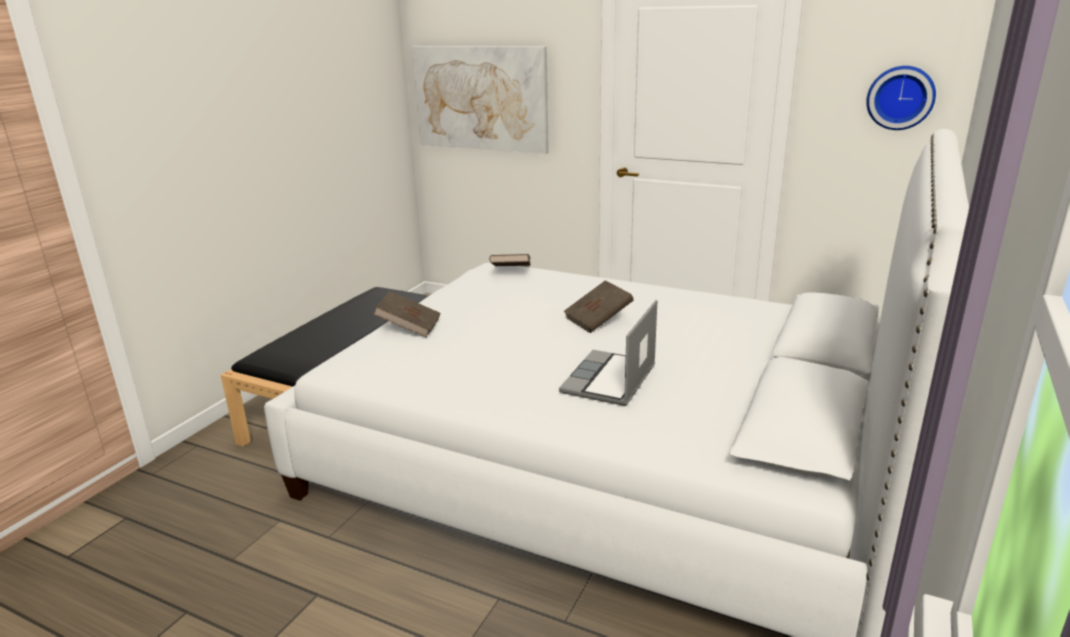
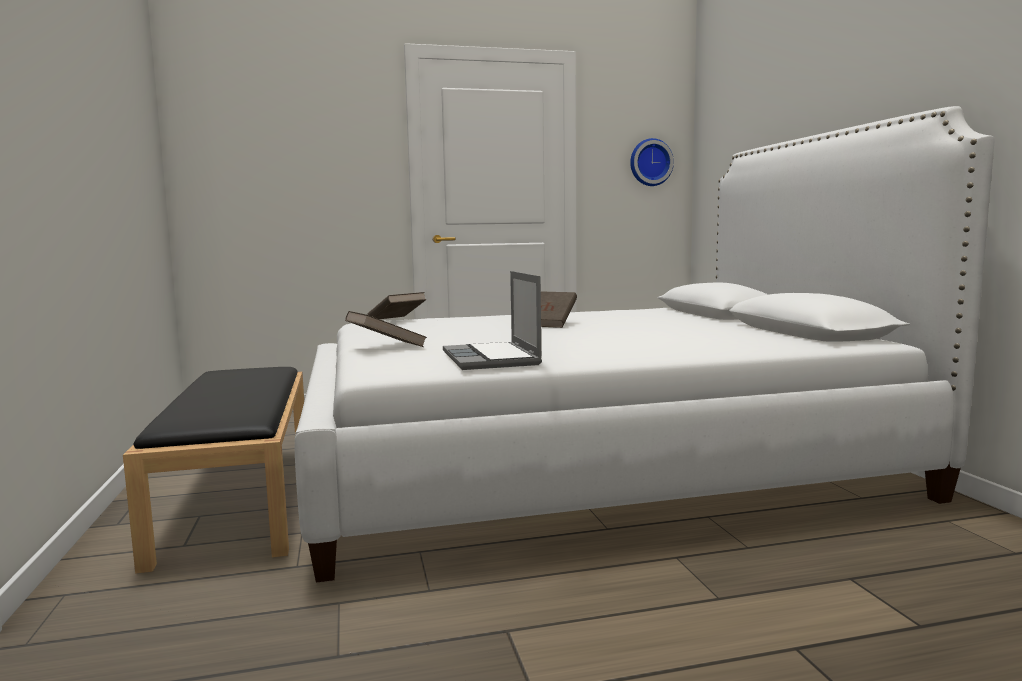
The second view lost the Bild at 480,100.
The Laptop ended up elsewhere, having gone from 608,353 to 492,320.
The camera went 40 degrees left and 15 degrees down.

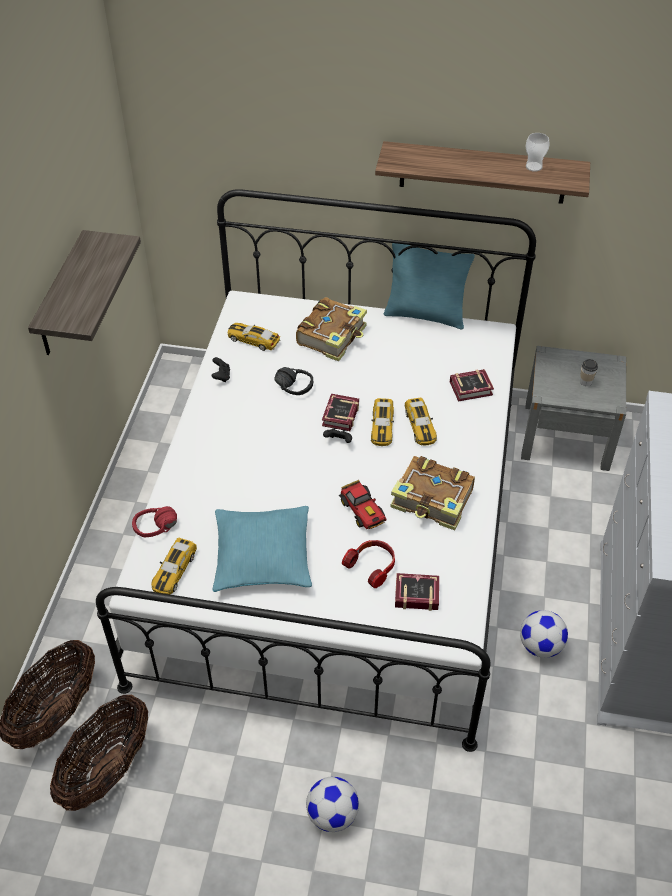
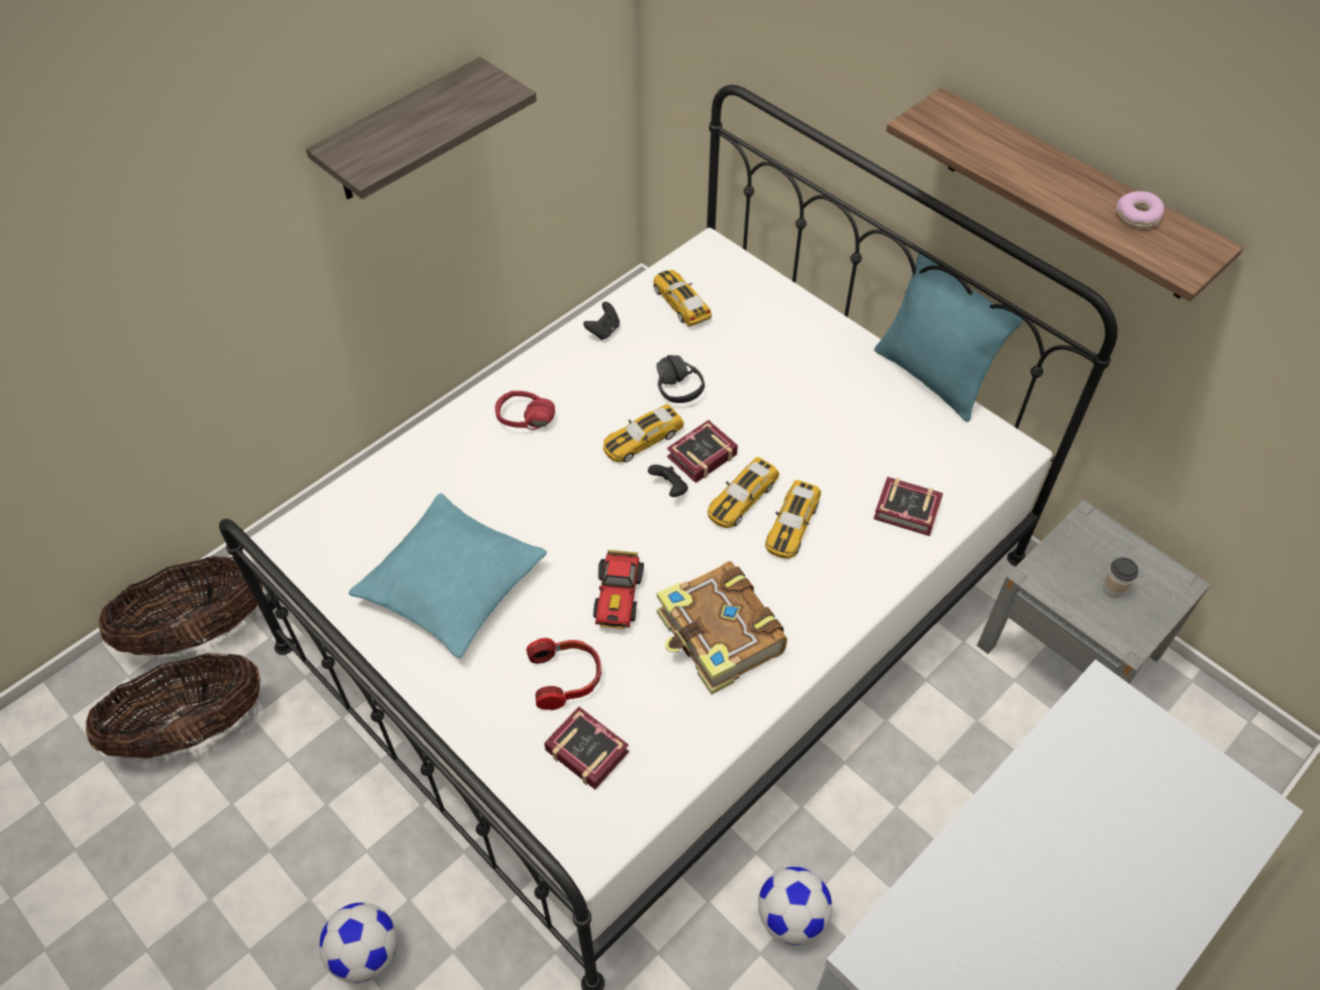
The Kopfhörer (rot) ended up elsewhere, having gone from 154,521 to 525,410.
The Spielzeugauto ended up elsewhere, having gone from 174,566 to 643,433.
The second view lost the Buch at 331,329.
Where the Tasse stood at 538,152, the Donut came to stand at 1140,209.
The camera went 35 degrees right and 5 degrees up.

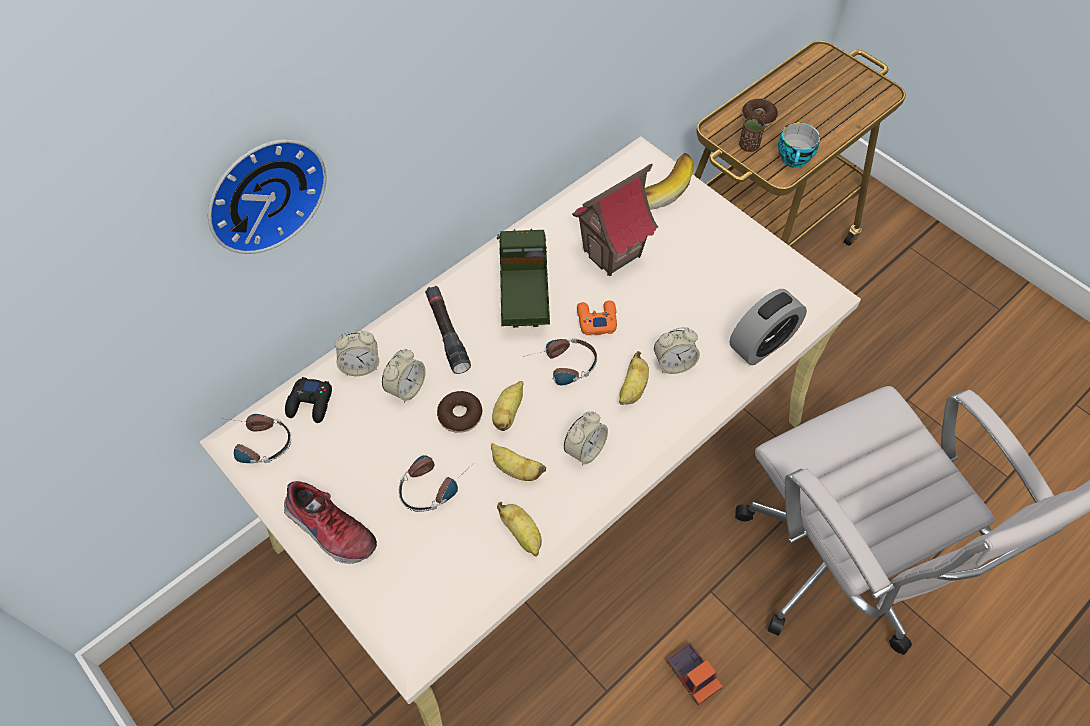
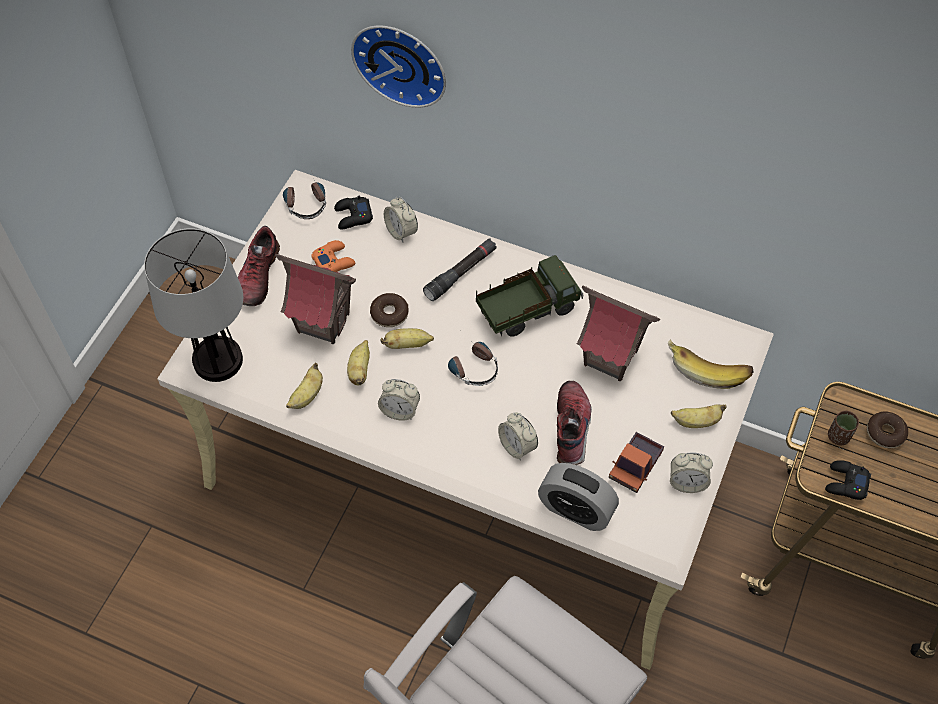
The Wecker ended up elsewhere, having gone from 404,376 to 691,473.
Where the Kopfhörer stood at 428,483, the Spielzeughaus came to stand at 315,299.
The Gamepad (orange) ended up elsewhere, having gone from 597,317 to 333,256.
The Banane ended up elsewhere, having gone from 634,378 to 698,416.
The Spielzeuglaster ended up elsewhere, having gone from 694,673 to 636,462.
Where the Tasse stood at 799,145, the Gamepad (schwarz) came to stand at 848,480.
The second view gained the Tischlampe at 193,305.
The second view gained the Schuh at 574,423.
The camera went 65 degrees right and 0 degrees up.

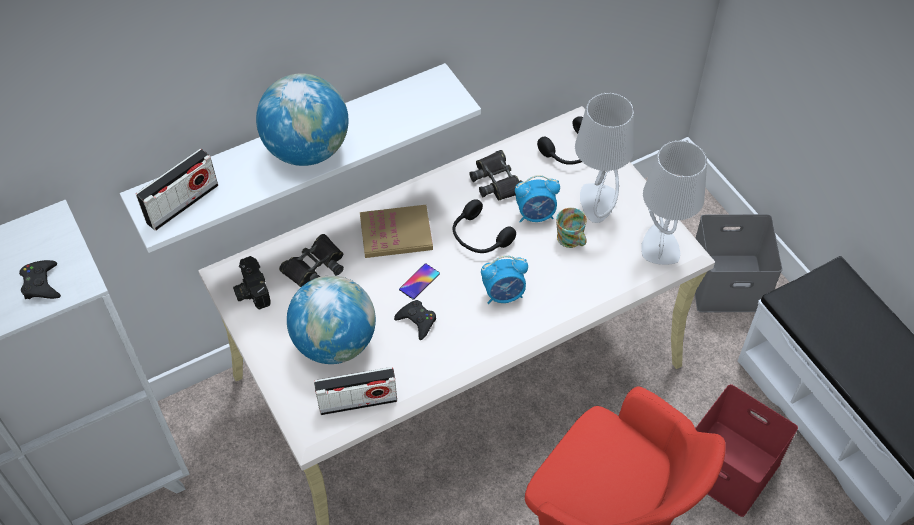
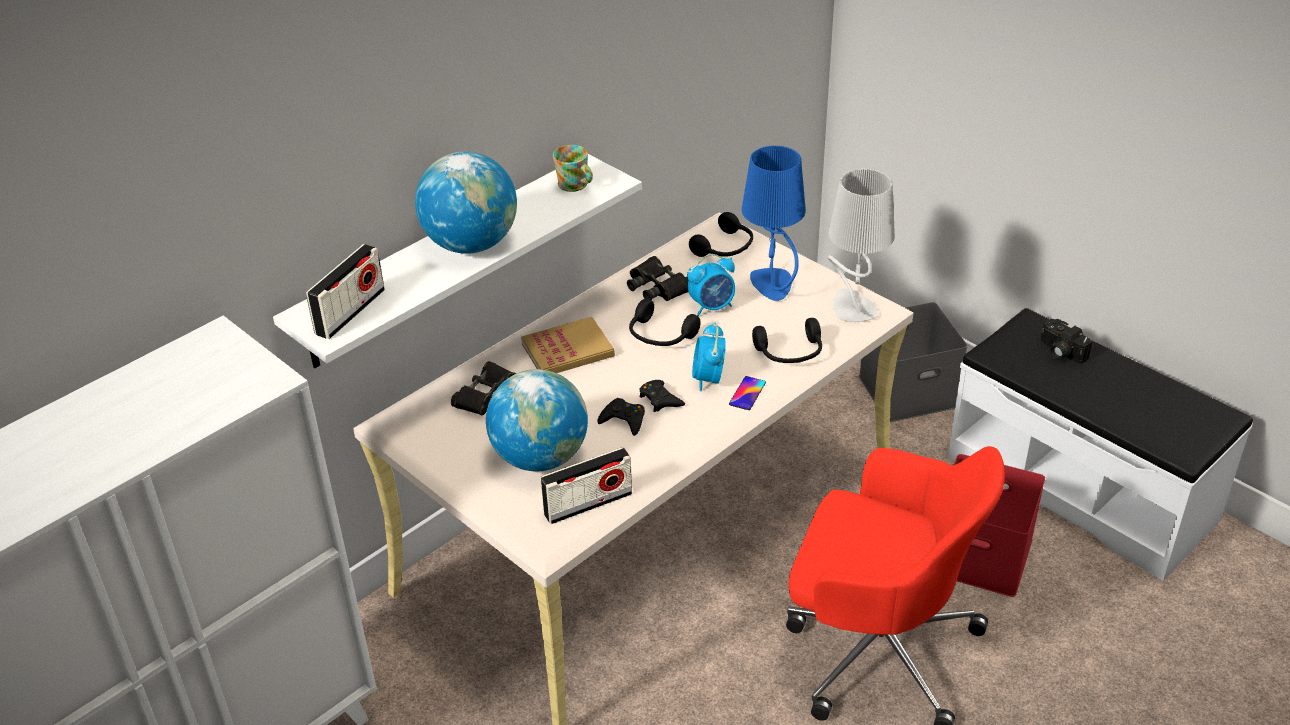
The Gamepad (schwarz) ended up elsewhere, having gone from 40,279 to 662,396.
The Kamera ended up elsewhere, having gone from 252,283 to 1066,341.
The Handy ended up elsewhere, having gone from 419,281 to 747,393.
The Wecker at 504,279 ended up facing another way, 120 degrees clockwise from before.
The Henkelbecher ended up elsewhere, having gone from 571,228 to 573,168.
What was the Tischlampe (grau) at 604,158 turned into the Tischlampe (blau) at 774,223.
The second view gained the Kopfhörer (schwarz) at 787,340.
The camera went 15 degrees left and 15 degrees down.

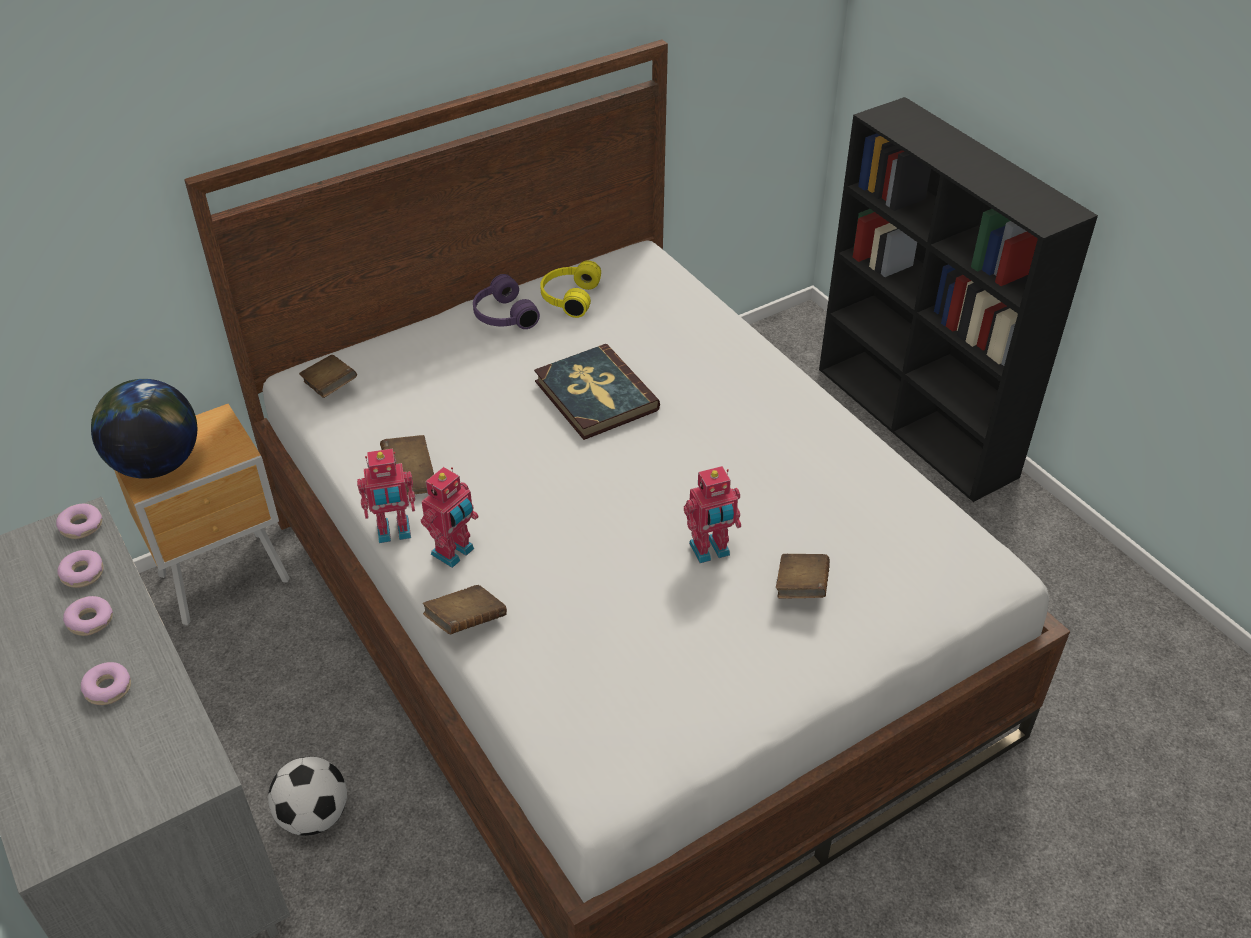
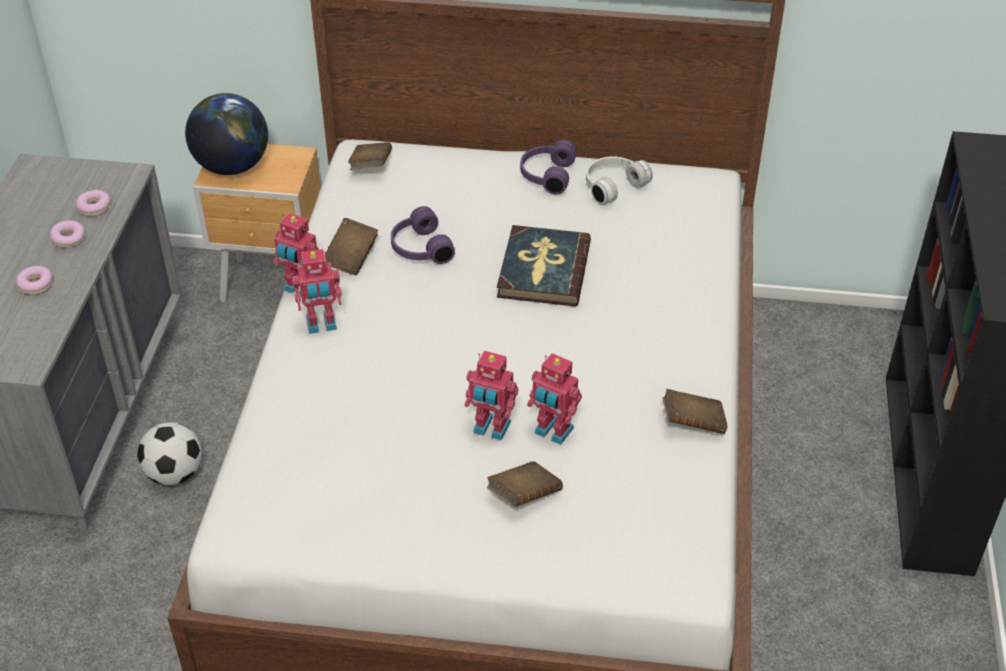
The second view lost the Donut at 79,521.
The Buch (braun) ended up elsewhere, having gone from 465,610 to 695,411.
What was the Kopfhörer (gelb) at 570,289 turned into the Kopfhörer (weiß) at 619,180.
The second view gained the Kopfhörer (lila) at 423,235.
The second view gained the Spielzeugroboter at 554,399.
The camera went 40 degrees right and 0 degrees up.

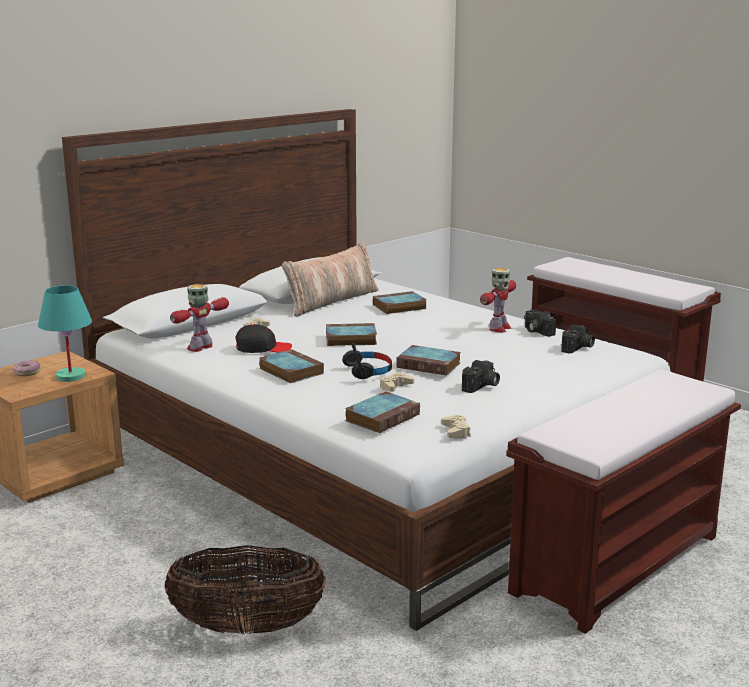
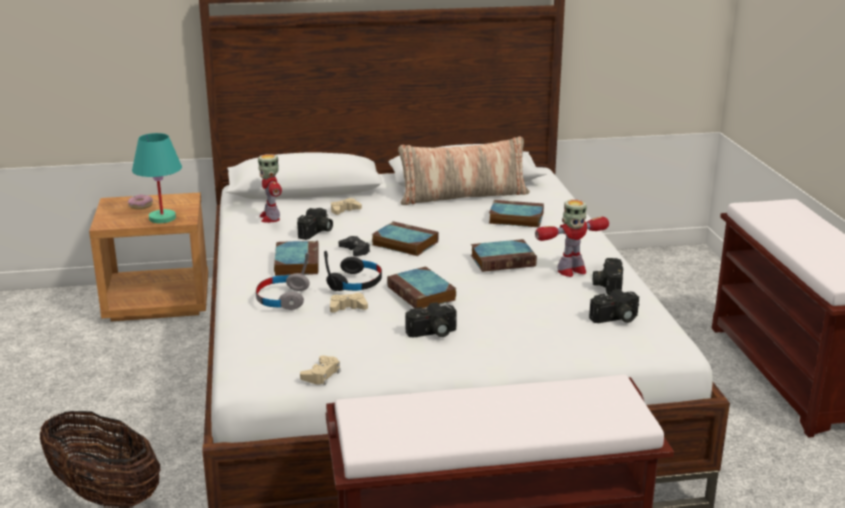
The Spielzeugroboter at 199,318 ended up facing another way, 90 degrees counterclockwise from before.
Where the Kappe (schwarz) stood at 263,338, the Kamera came to stand at 315,224.
The Buch ended up elsewhere, having gone from 382,412 to 504,255.
The second view gained the Kopfhörer (grau) at 283,281.
The second view gained the Gamepad (schwarz) at 354,246.
The camera went 35 degrees right and 5 degrees up.

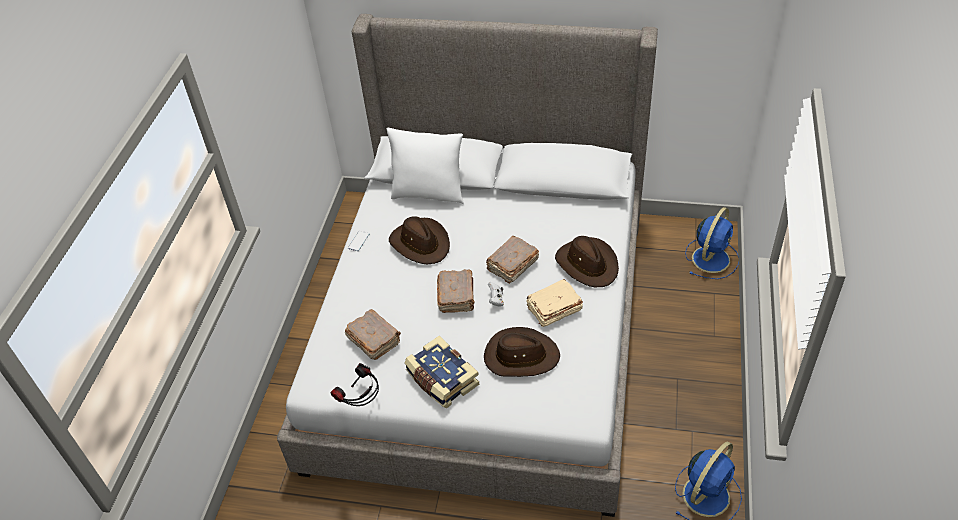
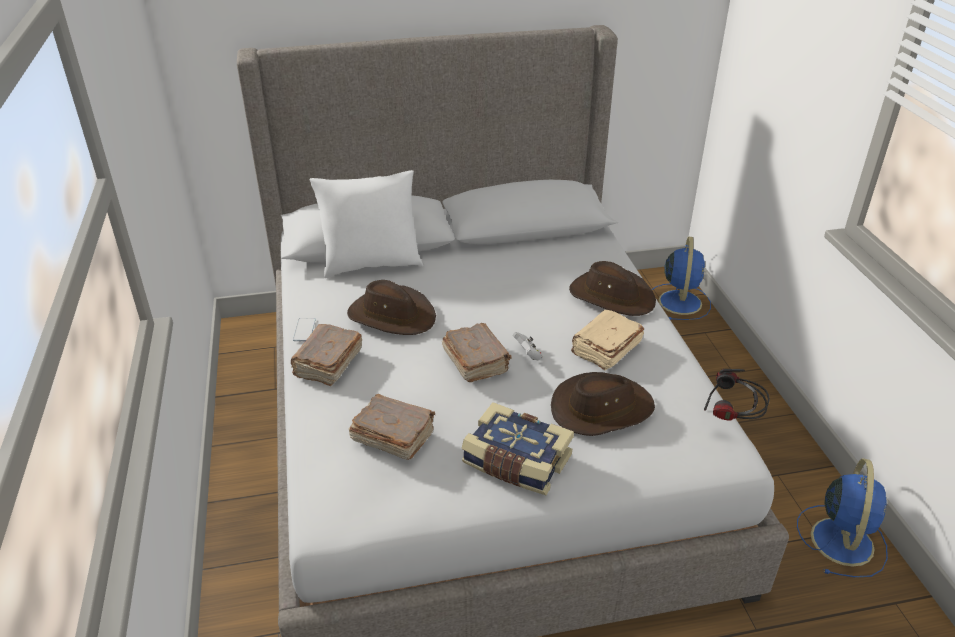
The Kopfhörer ended up elsewhere, having gone from 355,384 to 737,395.
The Buch (braun) ended up elsewhere, having gone from 512,260 to 326,355.
The camera went 25 degrees left and 10 degrees down.

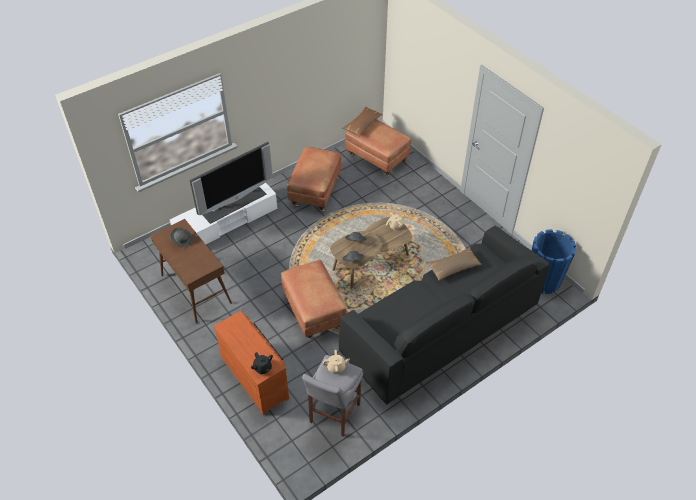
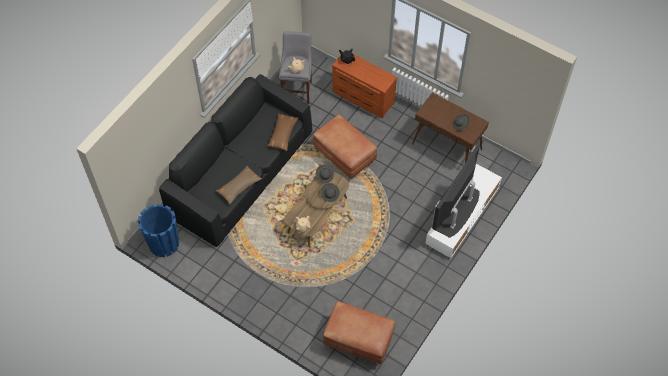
The second view lost the Polsterhocker (braun) at 314,179.
The Kissen (braun) ended up elsewhere, having gone from 362,121 to 283,132.
The camera went 160 degrees right and 10 degrees up.

